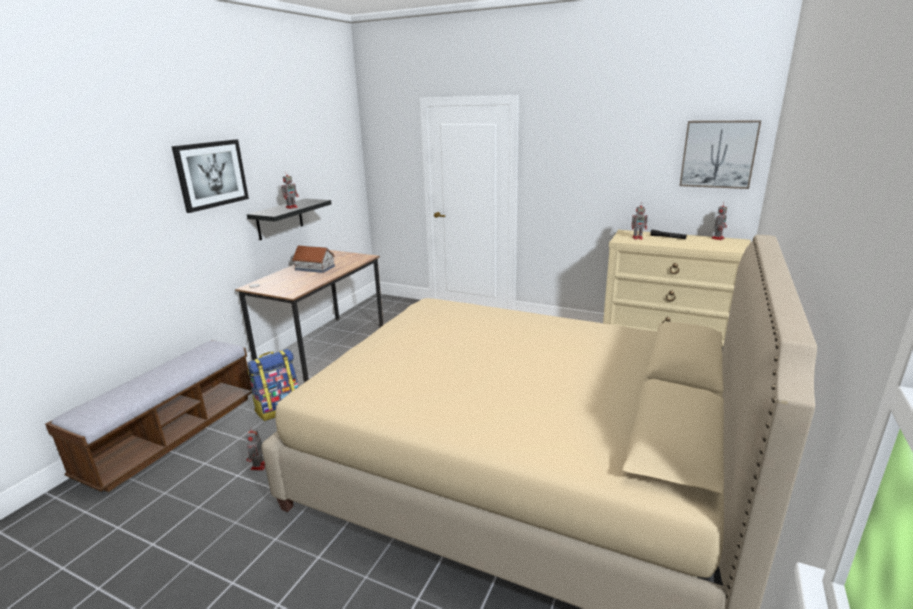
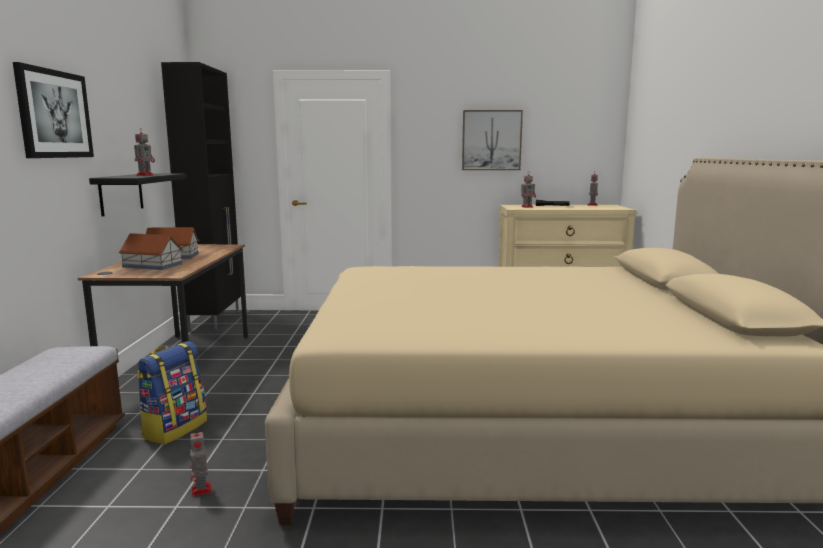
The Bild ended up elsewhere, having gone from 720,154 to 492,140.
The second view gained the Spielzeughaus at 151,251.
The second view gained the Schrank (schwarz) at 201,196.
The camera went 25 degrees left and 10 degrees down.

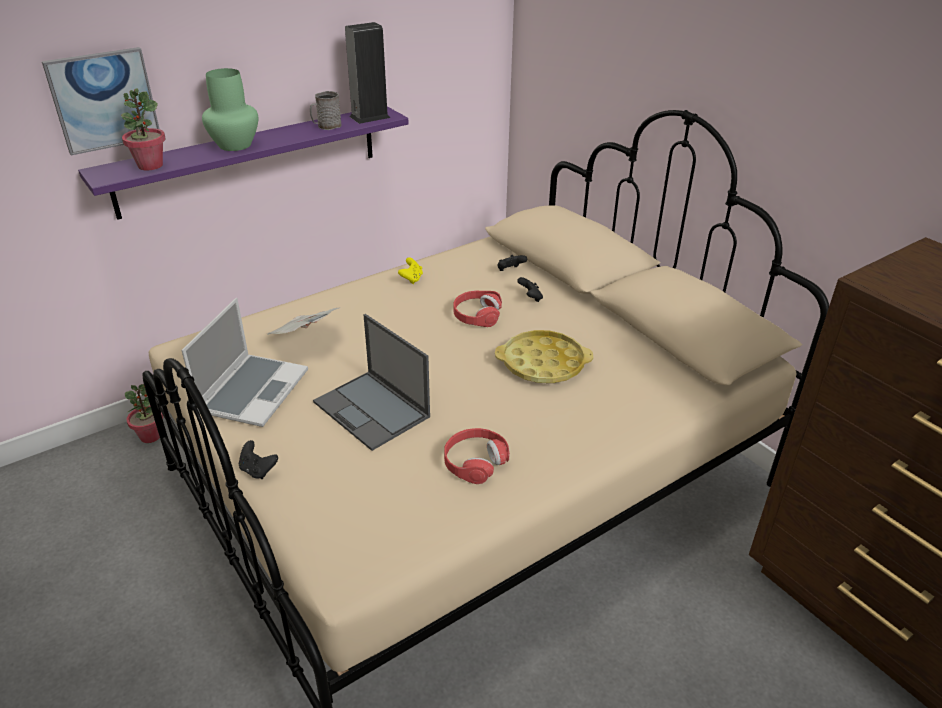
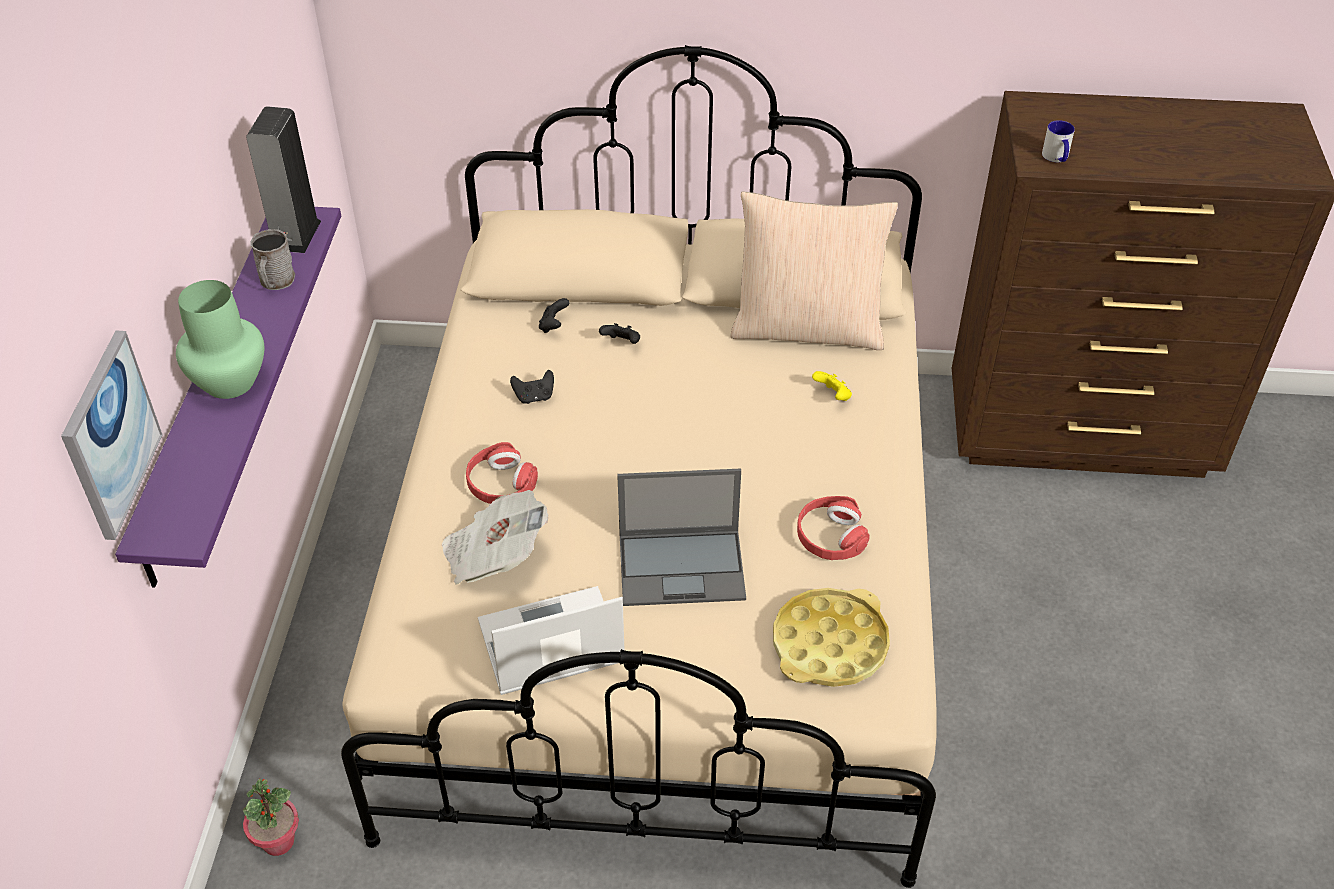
The second view lost the Topfpflanze at 143,130.
The Laptop at 244,362 ended up facing another way, 75 degrees counterclockwise from before.
The Gamepad (schwarz) ended up elsewhere, having gone from 258,459 to 532,387.
The Gamepad (gelb) ended up elsewhere, having gone from 410,270 to 832,386.
The Kopfhörer (rot) ended up elsewhere, having gone from 477,309 to 502,473.
The Tablett (gelb) ended up elsewhere, having gone from 544,356 to 831,637.
The second view gained the Kissen (beige) at 814,270.
The second view gained the Henkelbecher at 1058,141.
The camera went 50 degrees left and 10 degrees up.

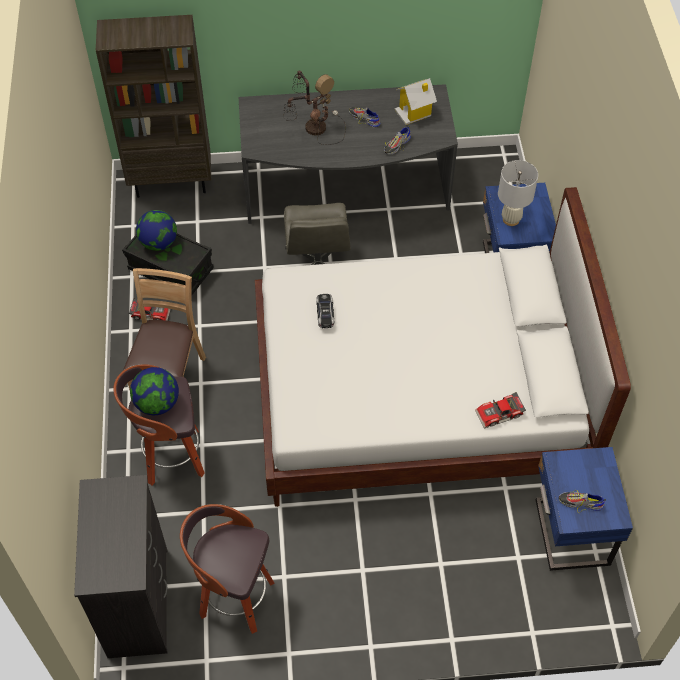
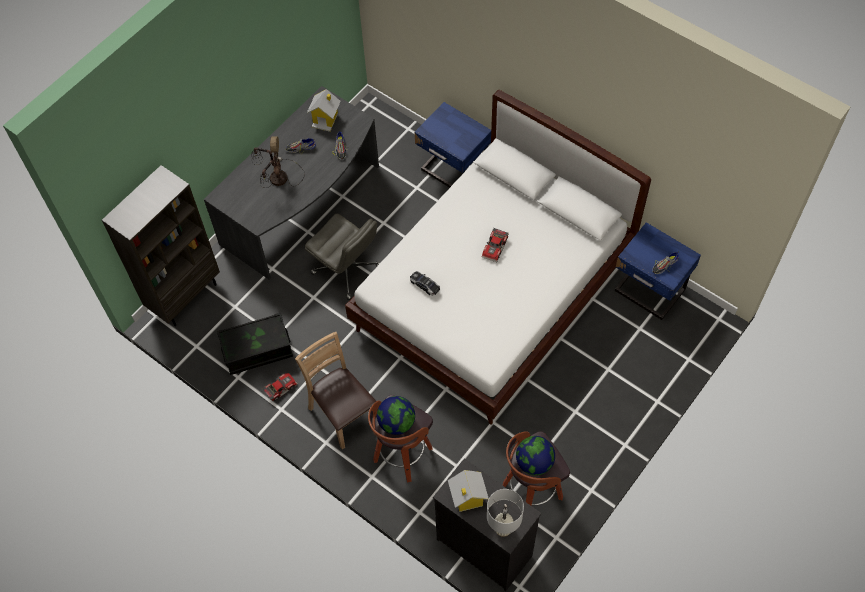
The Globus ended up elsewhere, having gone from 156,230 to 535,456.
The Spielzeugauto ended up elsewhere, having gone from 500,410 to 495,245.
The Tischlampe (weiß) ended up elsewhere, having gone from 518,193 to 505,513.
The second view gained the Spielzeughaus at 468,491.
The camera went 45 degrees left and 5 degrees up.

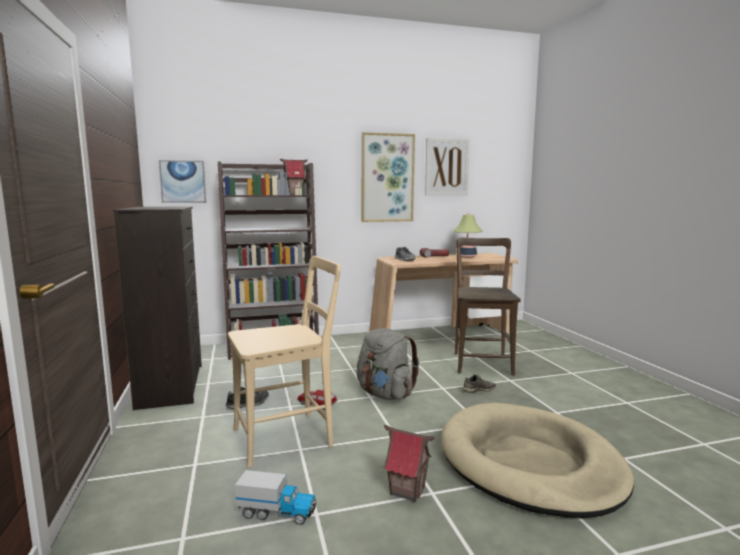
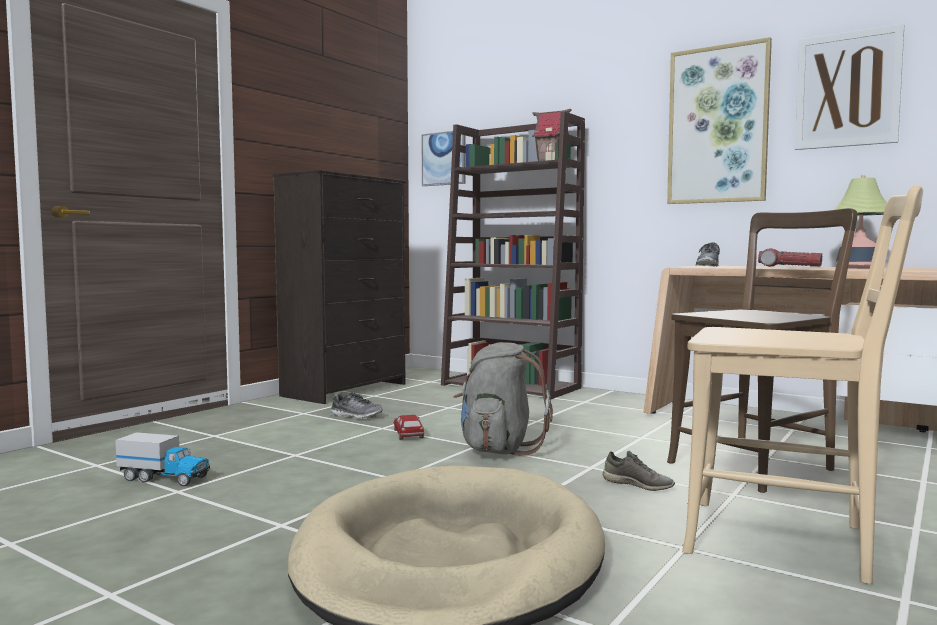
The Stuhl (beige) ended up elsewhere, having gone from 284,361 to 802,384.
The Spielzeuglaster at 276,497 ended up facing another way, 45 degrees counterclockwise from before.
The second view lost the Spielzeughaus at 408,464.
The camera went 50 degrees right and 5 degrees down.

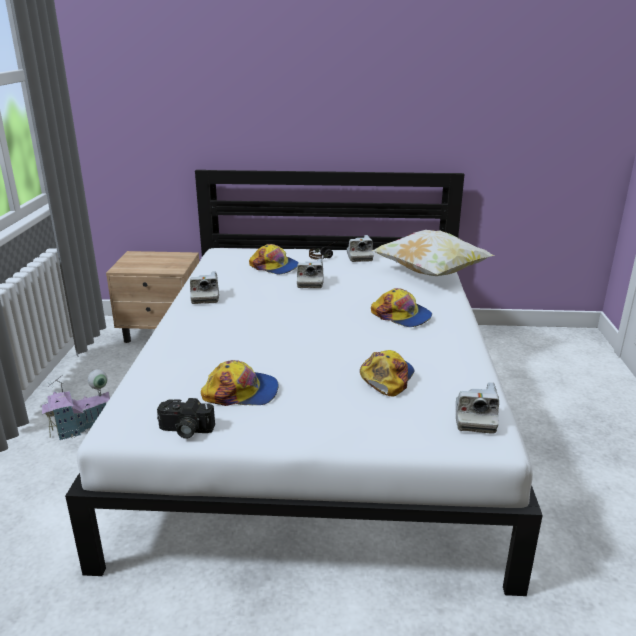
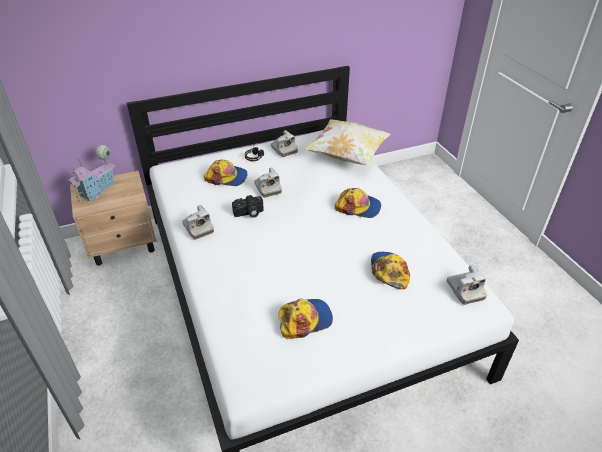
The Spielzeughaus ended up elsewhere, having gone from 75,404 to 91,173.
The Kamera ended up elsewhere, having gone from 186,418 to 248,206.
The camera went 25 degrees left and 15 degrees up.

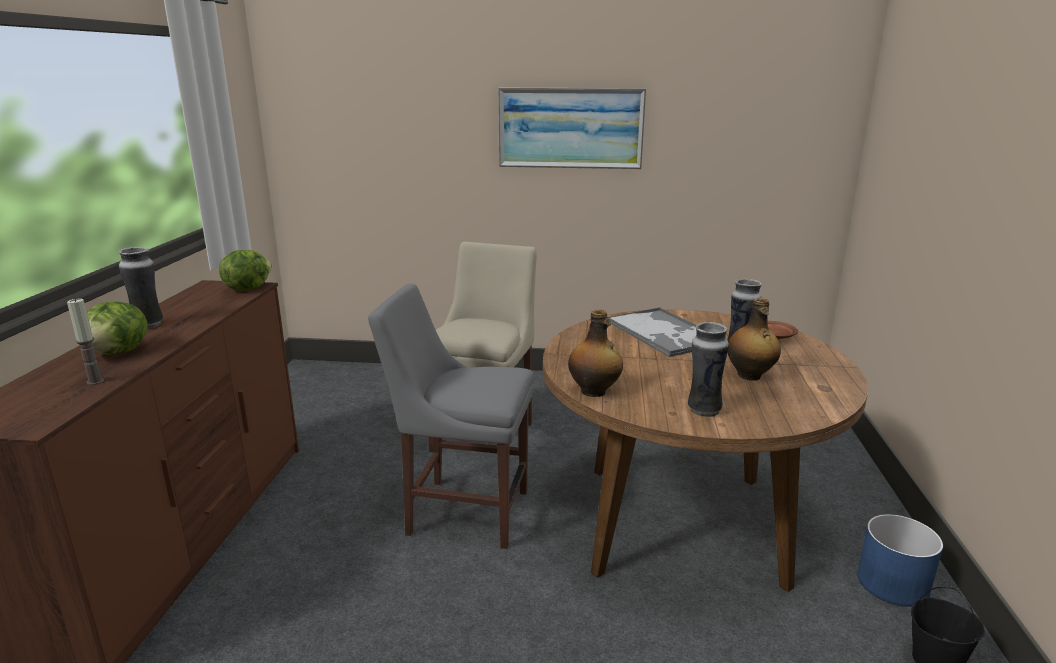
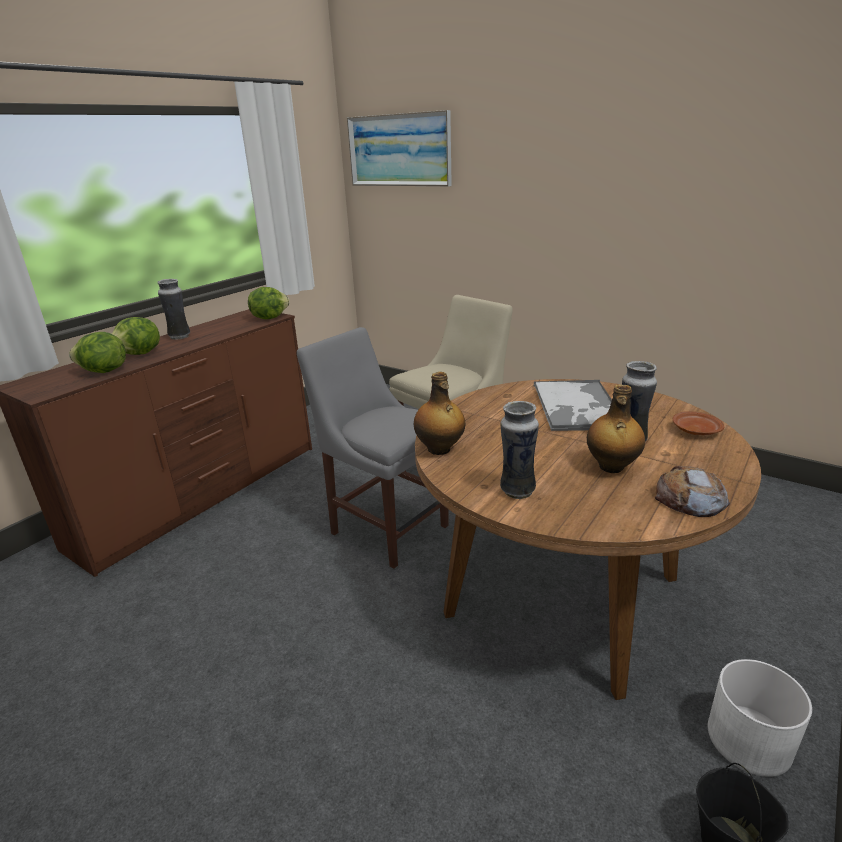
Where the Kerze stood at 85,341, the Salatkopf came to stand at 97,352.
The Bild ended up elsewhere, having gone from 572,128 to 399,148.
What was the Pflanzkübel (blau) at 900,560 turned into the Pflanzkübel (weiß) at 760,718.
The second view gained the Brot at 692,491.
The camera went 30 degrees right and 5 degrees up.

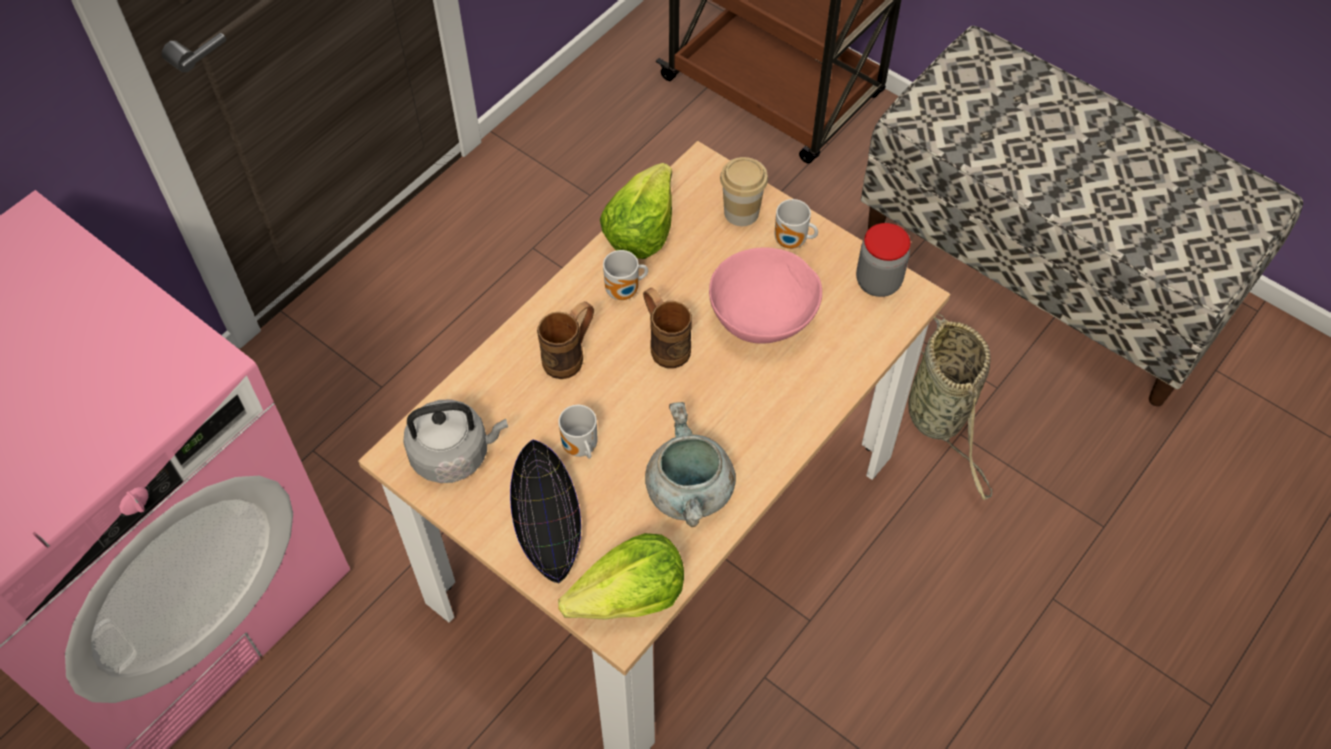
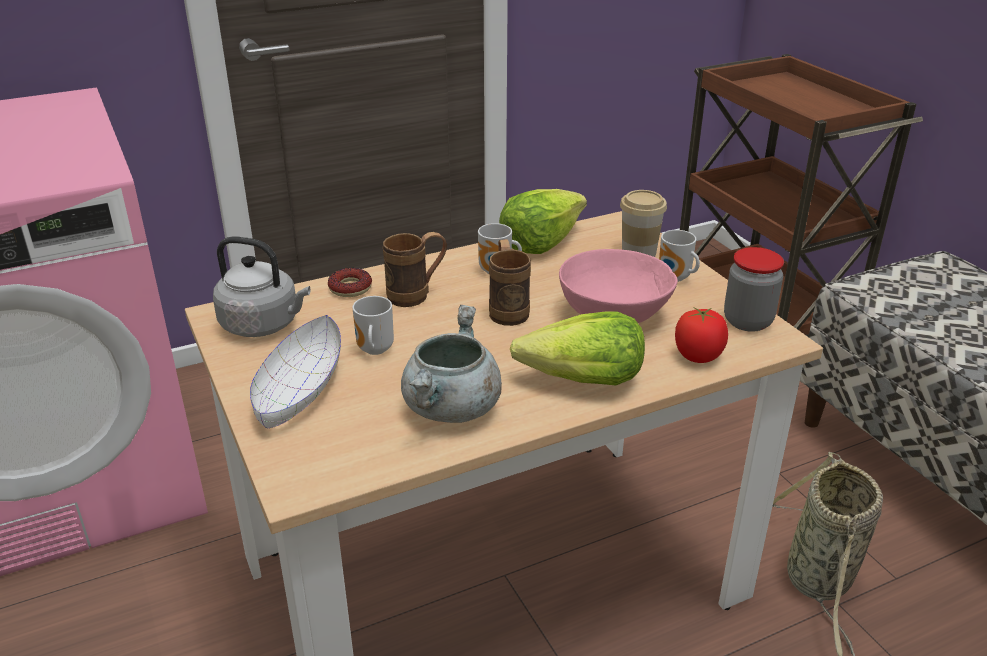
What was the Schüssel (schwarz) at 545,511 turned into the Schüssel (weiß) at 295,371.
The Salatkopf ended up elsewhere, having gone from 621,576 to 577,349.
The second view gained the Donut at 350,282.
The second view gained the Tomate at 701,335.
The camera went 25 degrees right and 25 degrees down.

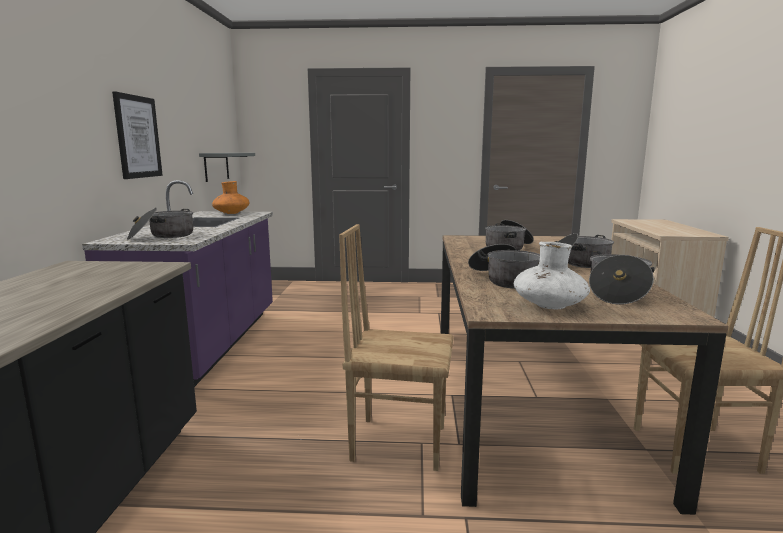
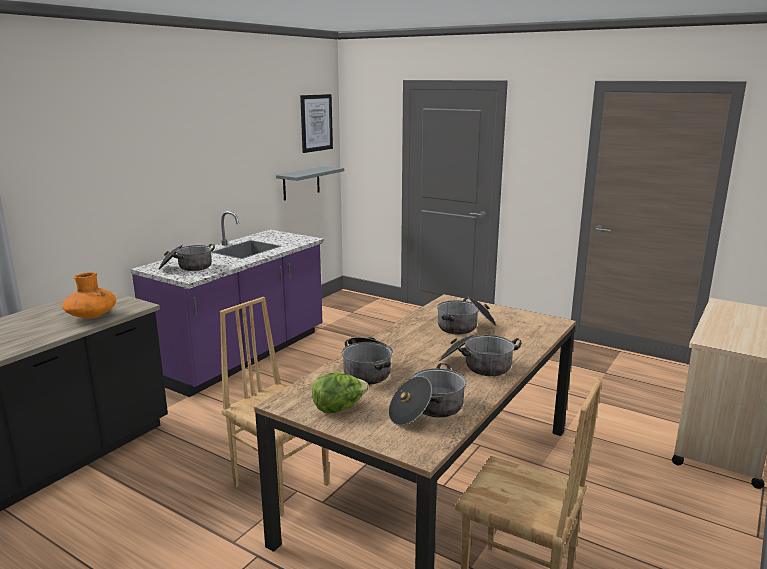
The Bild ended up elsewhere, having gone from 137,135 to 316,123.
The Vase (orange) ended up elsewhere, having gone from 230,197 to 89,295.
Where the Vase (weiß) stood at 552,275, the Salatkopf came to stand at 340,392.
The camera went 30 degrees right and 5 degrees up.

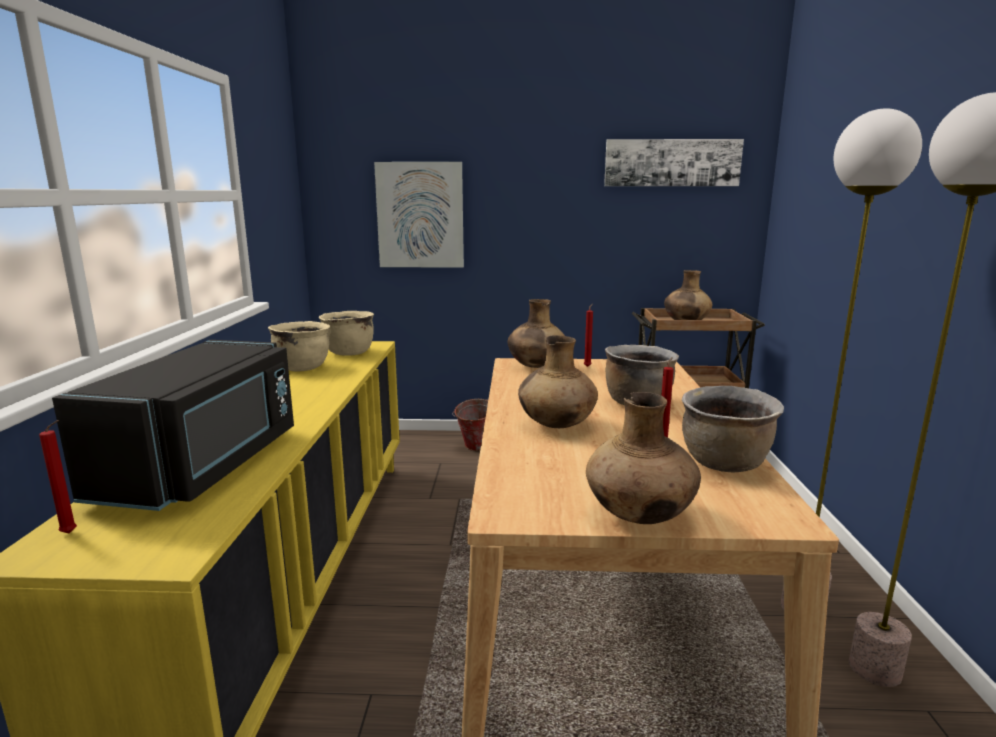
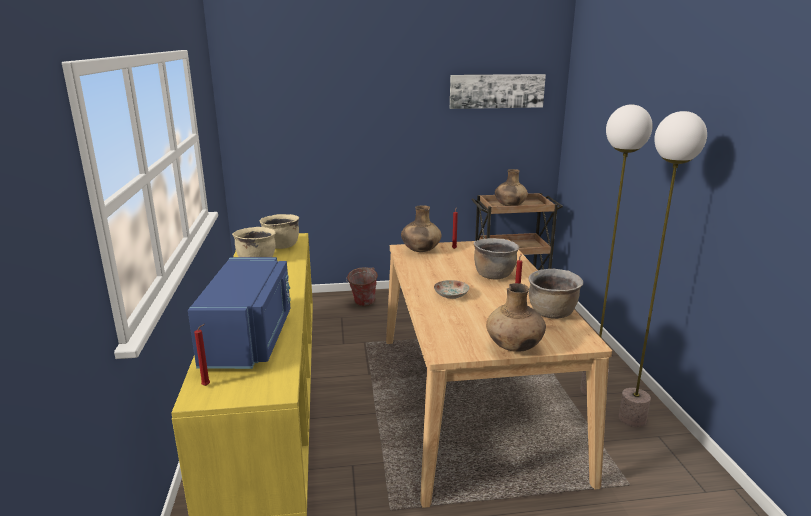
What was the Mikrowelle (schwarz) at 173,425 turned into the Mikrowelle (blau) at 239,313.
The second view lost the Bild at 419,215.
Where the Vase (braun) stood at 558,381, the Teller came to stand at 451,289.
The camera went 10 degrees left and 5 degrees up.

